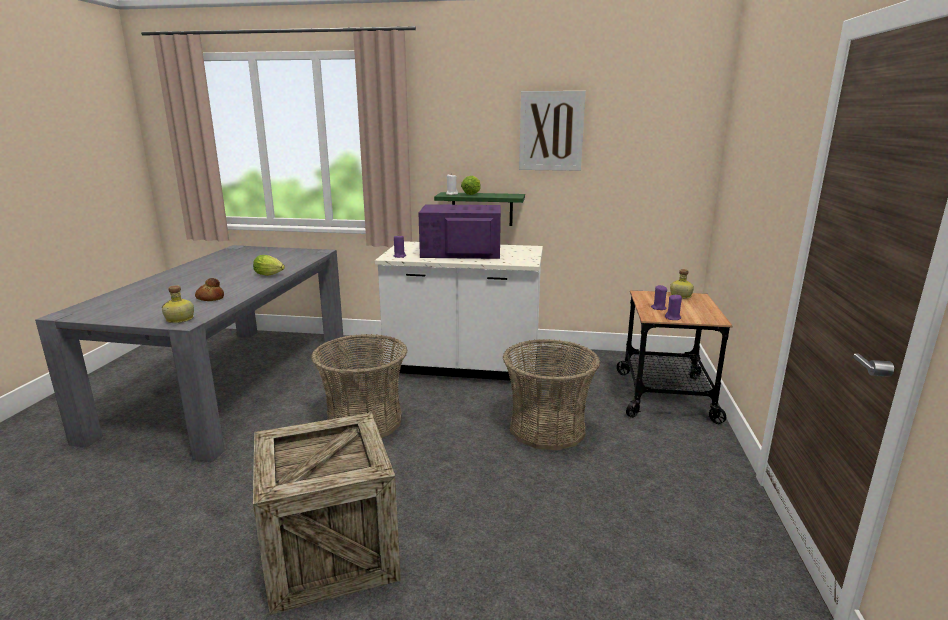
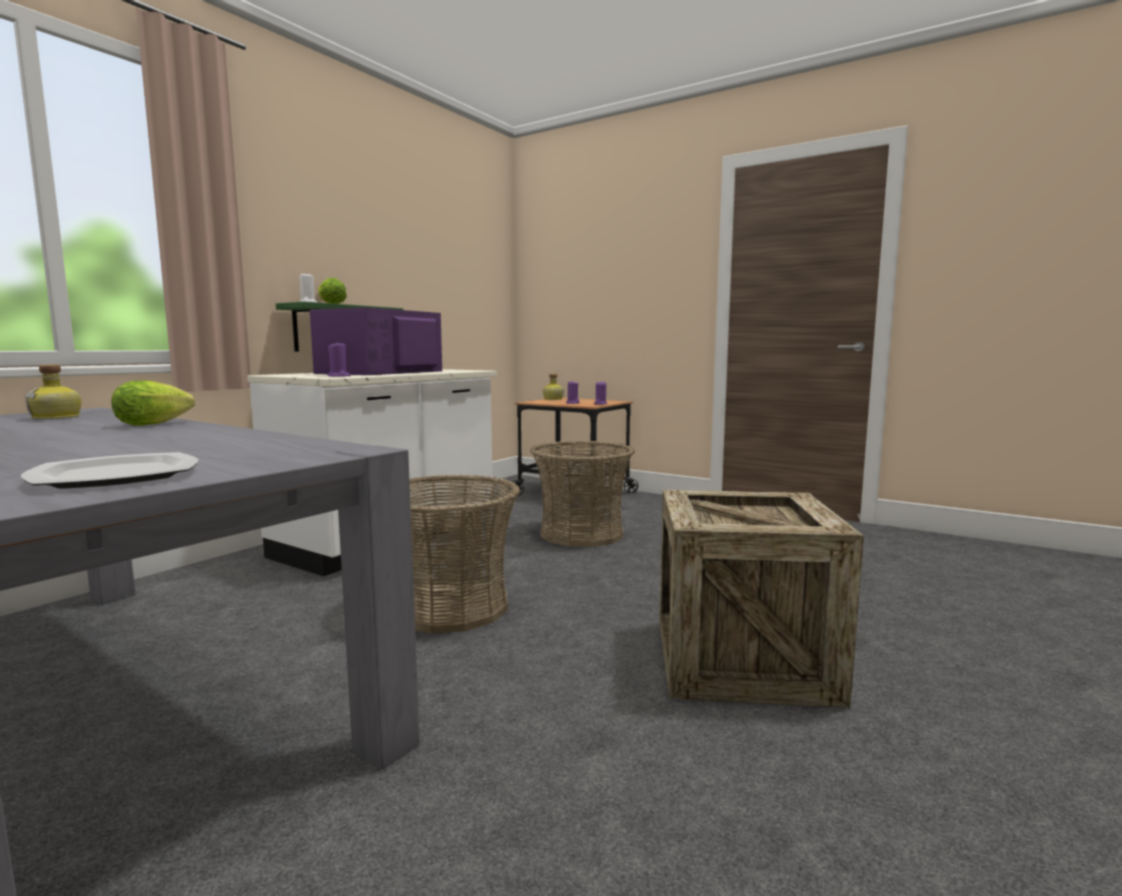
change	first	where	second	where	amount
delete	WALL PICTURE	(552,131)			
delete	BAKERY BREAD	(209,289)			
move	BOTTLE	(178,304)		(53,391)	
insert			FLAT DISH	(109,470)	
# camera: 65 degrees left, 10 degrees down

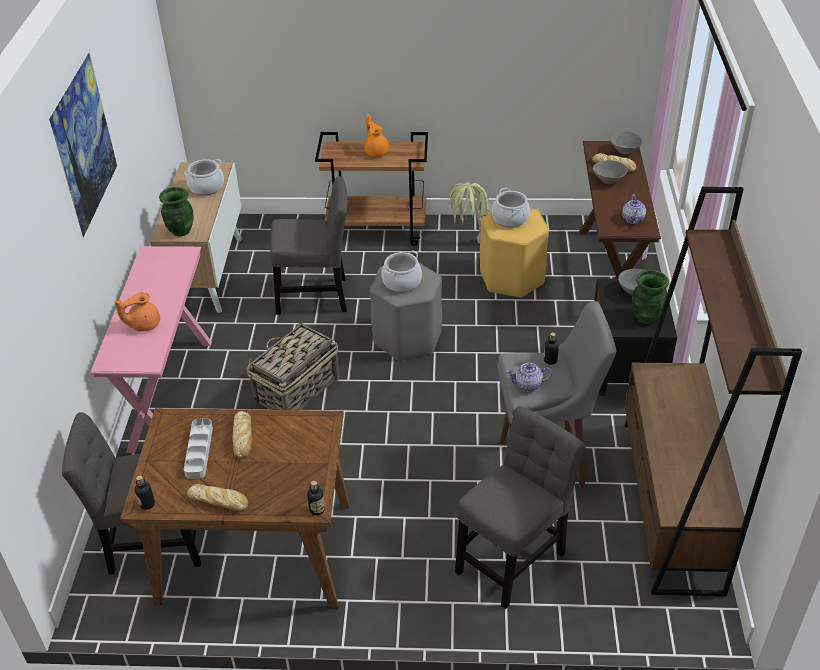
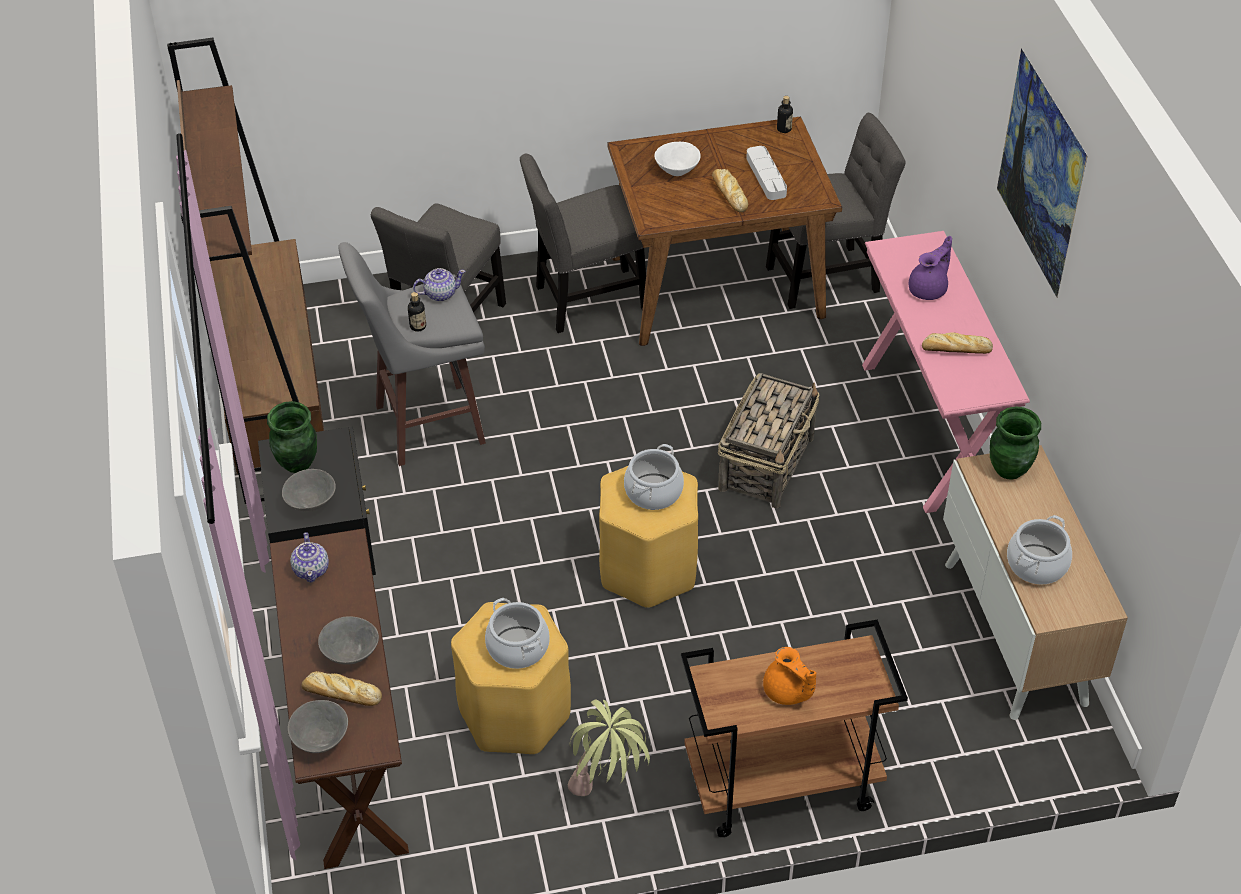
change	first	where	second	where	amount
move	GREY CHAIR	(309,245)		(583,243)	
recolor	GREY STOOL	(406,311)	YELLOWISH STOOL	(648,537)	
recolor	ORANGEY POT FOR TEA	(137,312)	PURPLE POT FOR TEA	(930,268)	
delete	BOTTLE	(316,498)			
move	BAKERY BREAD	(217,497)		(957,343)	
insert			WHITISH DEEP DISH	(678,159)	
# camera: 165 degrees right, 5 degrees up

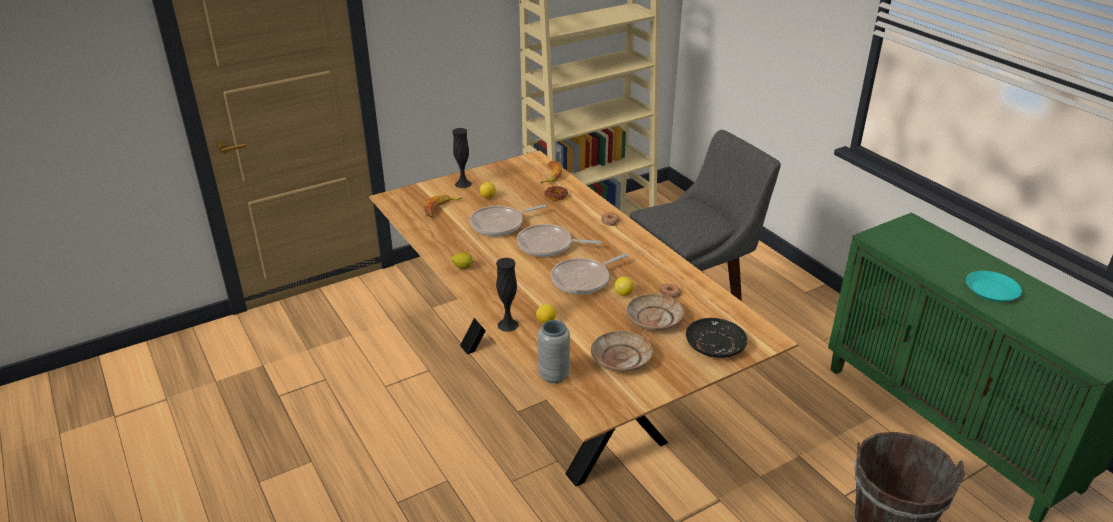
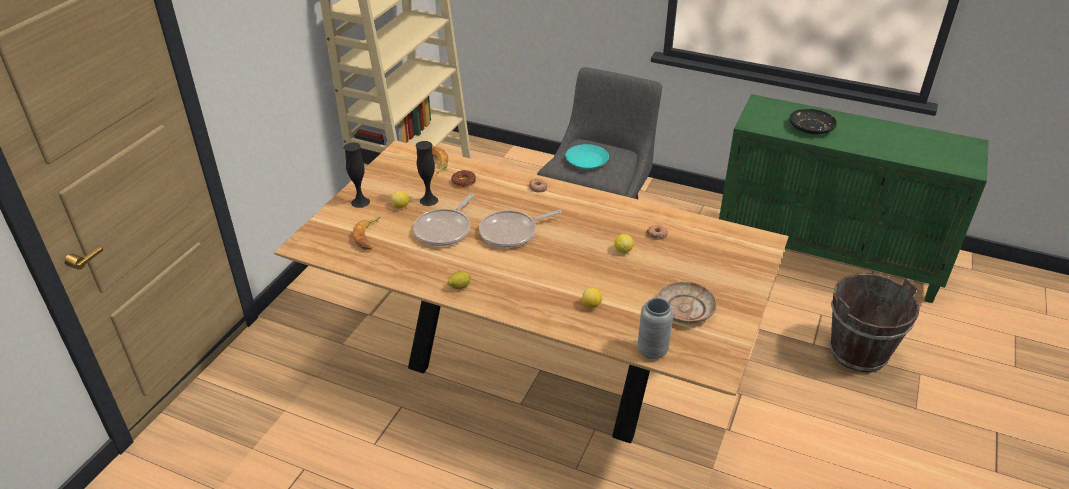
change	first	where	second	where	amount
delete	SKILLET	(589,274)			
move	BLACK VASE	(507,295)		(426,173)	
move	TURQUOISE FLAT DISH	(994,286)		(587,156)	
delete	SAND-COLOURED FLAT DISH	(655,312)			
move	BLACK FLAT DISH	(716,338)		(813,121)	
# camera: 35 degrees left, 5 degrees up

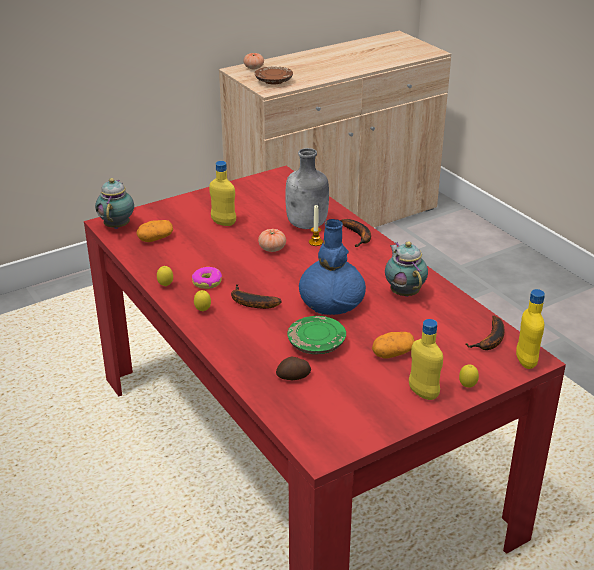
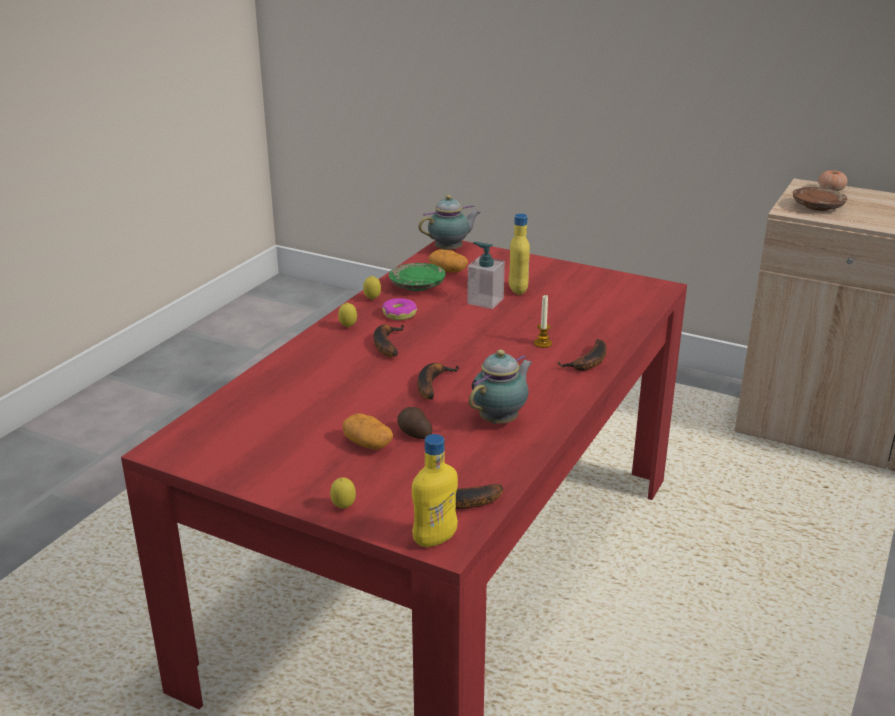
change	first	where	second	where	amount
delete	GREY BOTTLE	(307,188)			
replace	BLUE-COLOURED VASE	(332,267)	BANANA FRUIT	(438,381)	
delete	FRESH TOMATO	(272,240)			
move	GREENISH FLAT DISH	(316,335)		(417,277)	
delete	YELLOWISH BOTTLE	(426,359)			
move	WHOLE POTATO	(293,368)		(414,423)	
insert			SOAP BOTTLE	(486,275)	
# camera: 60 degrees right, 5 degrees down

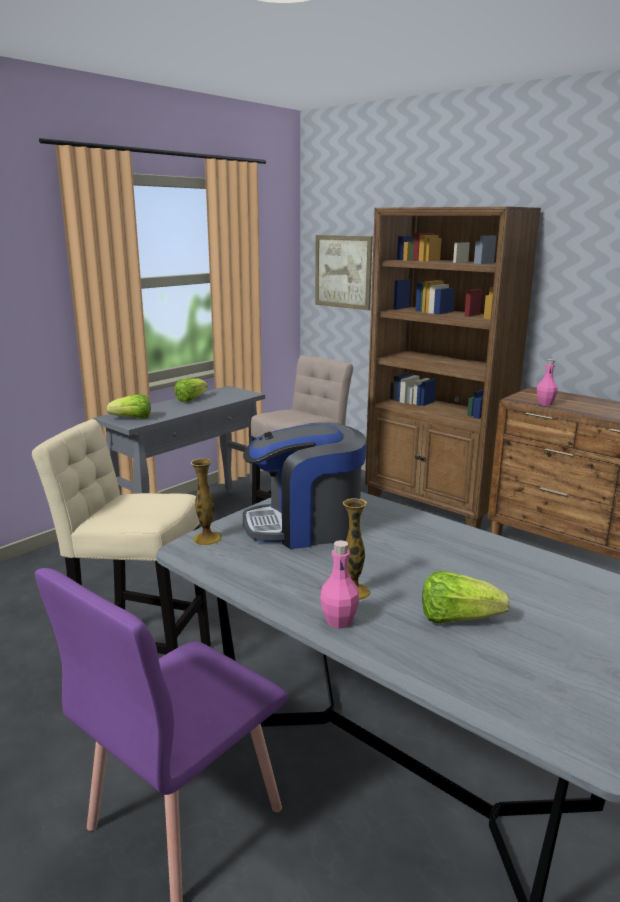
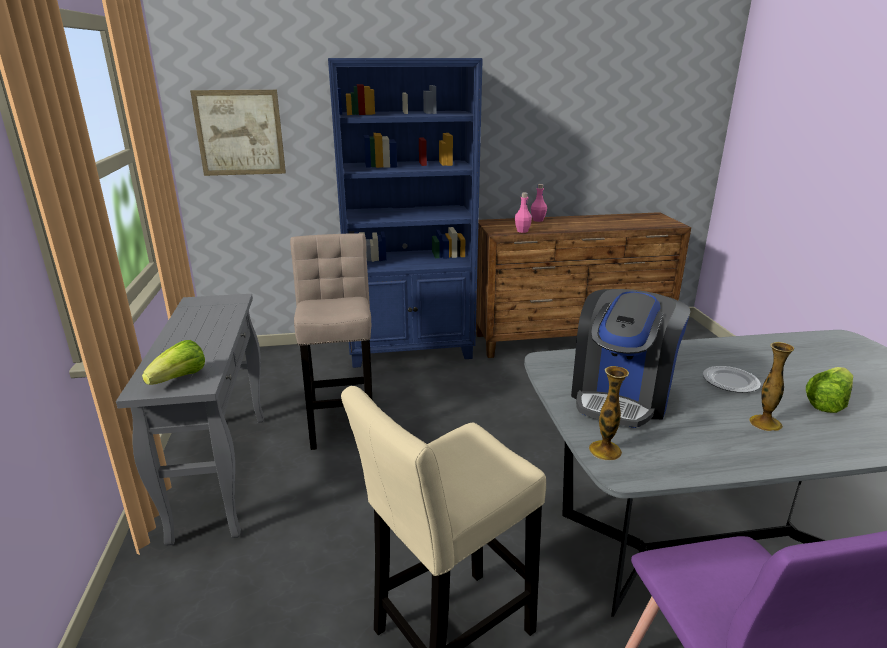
change	first	where	second	where	amount
recolor	BROWN-COLOURED SHELVING UNIT	(453,368)	BLUE-COLOURED SHELVING UNIT	(405,213)	
delete	HEAD OF LETTUCE	(191,390)			
move	PINKISH BOTTLE	(339,584)		(539,203)	
insert			FLAT DISH	(732,379)	
# camera: 50 degrees left, 5 degrees up

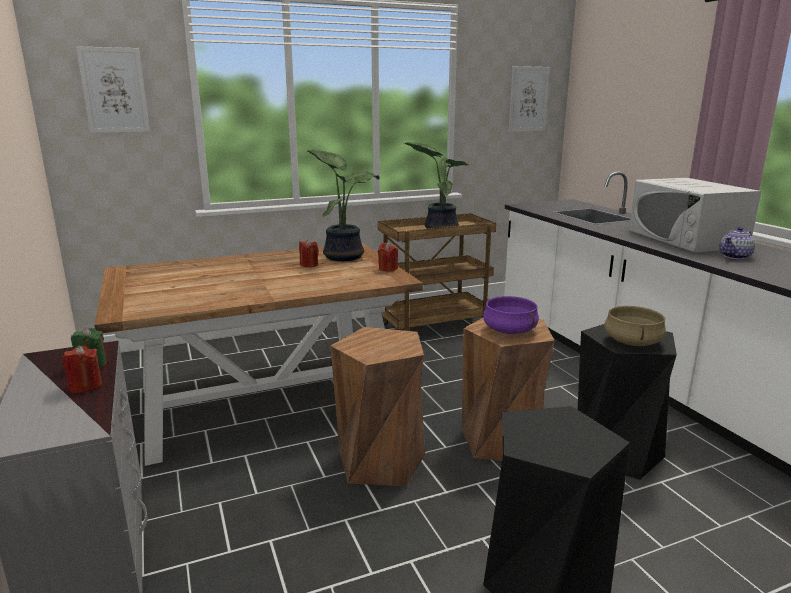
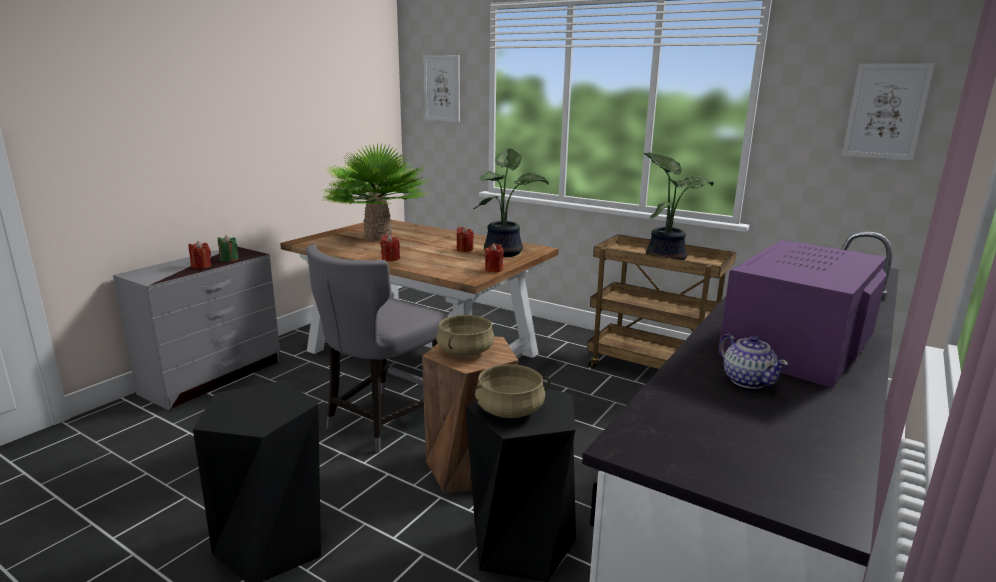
change	first	where	second	where	amount
recolor	WHITISH KITCHEN MICROWAVE	(695,215)	PURPLE KITCHEN MICROWAVE	(802,314)	
rotate	POT FOR TEA	(737,243)		(753,361)	135 degrees counterclockwise
recolor	PURPLE SAUCEPOT	(511,315)	SAND-COLOURED SAUCEPOT	(465,335)	
replace	BROWN-COLOURED STOOL	(378,406)	GREY CHAIR	(377,348)	
insert			HOUSEPLANT	(376,191)	
insert			RED WAX LIGHT	(390,248)	
# camera: 55 degrees right, 0 degrees up

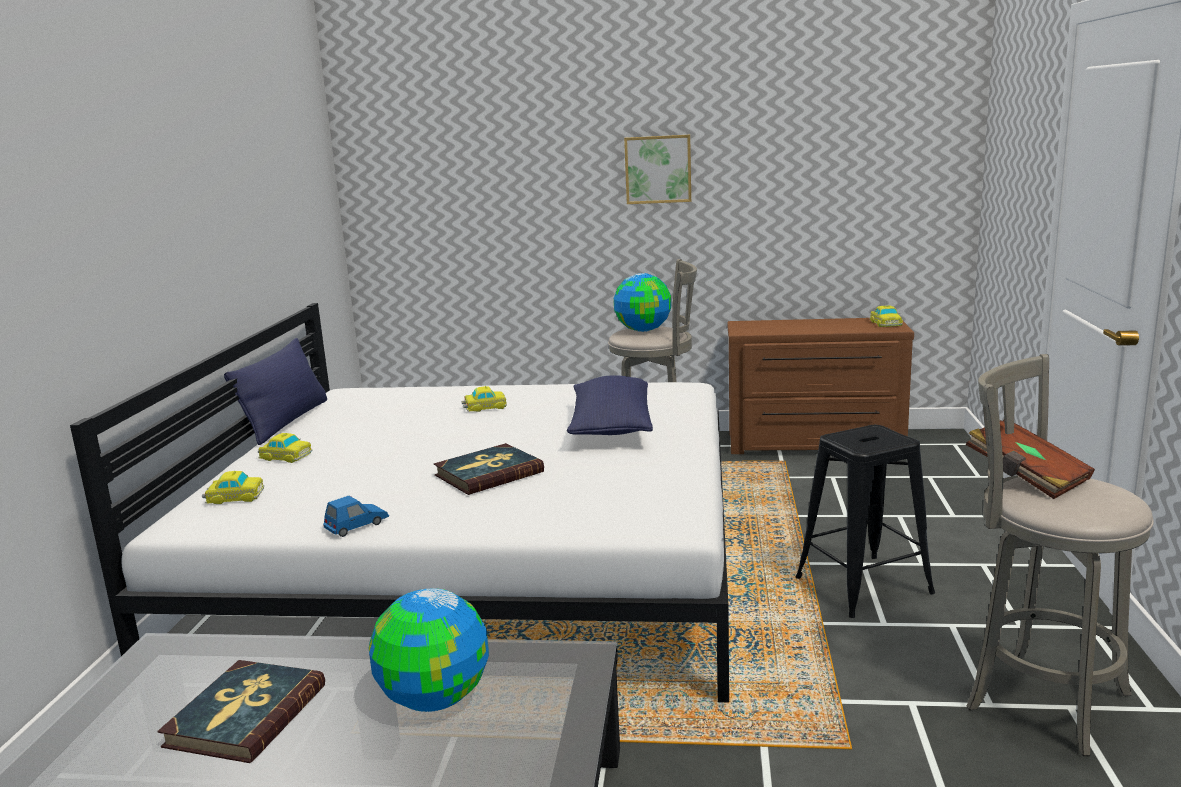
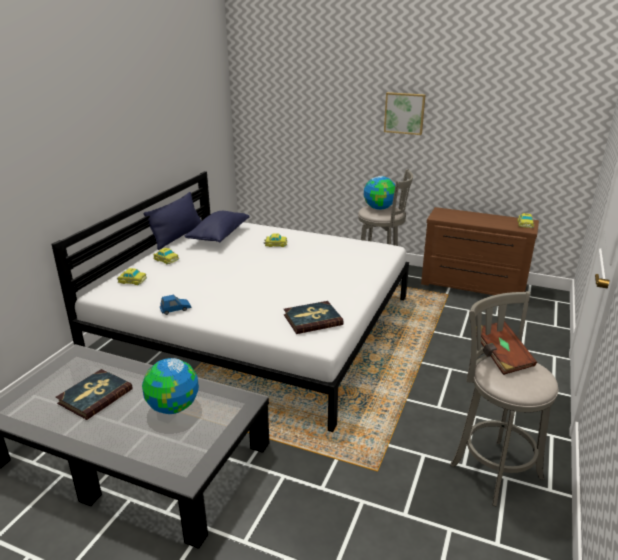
change	first	where	second	where	amount
move	BLUE-COLOURED PILLOW	(610,405)		(217,226)	
delete	BLACK STOOL	(865,521)			
move	BOUND BOOK	(489,469)		(314,317)	
# camera: 15 degrees right, 10 degrees up

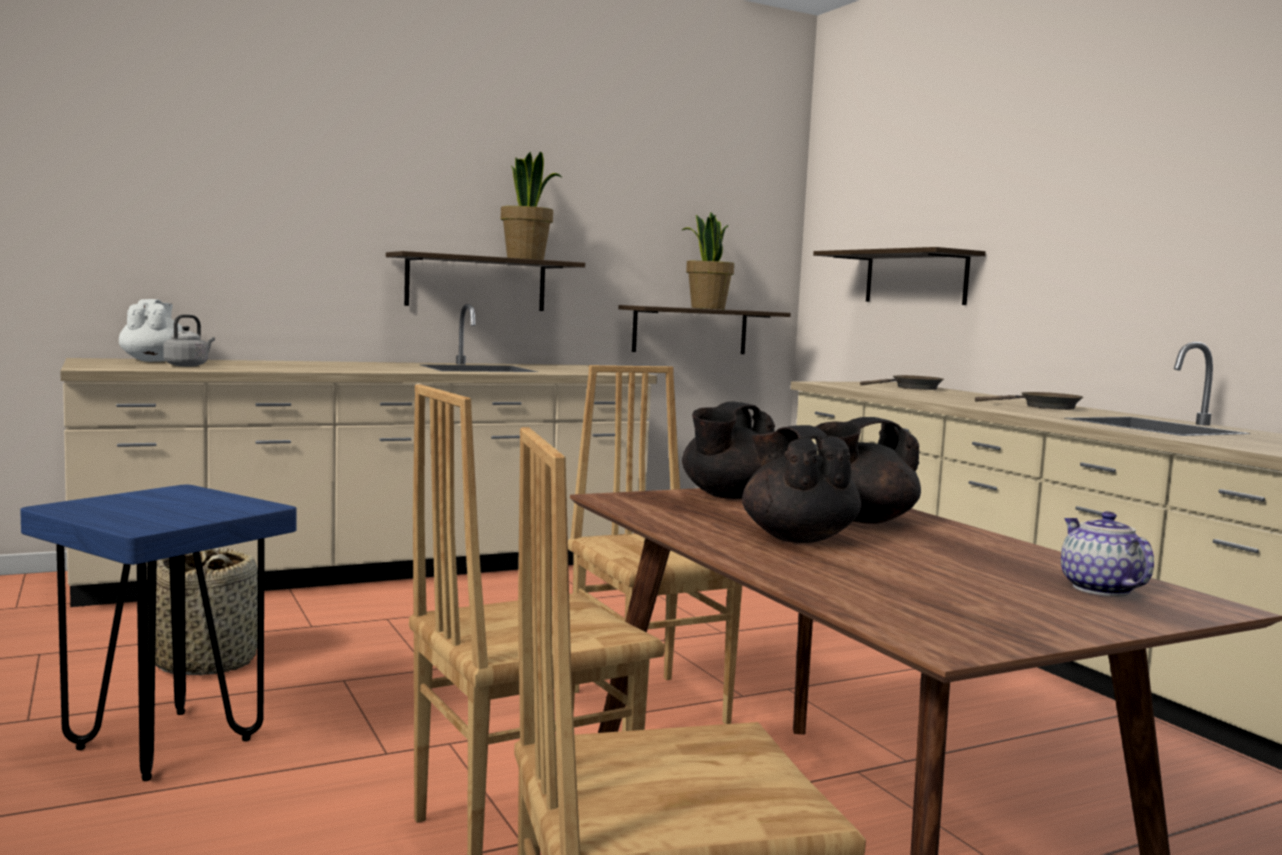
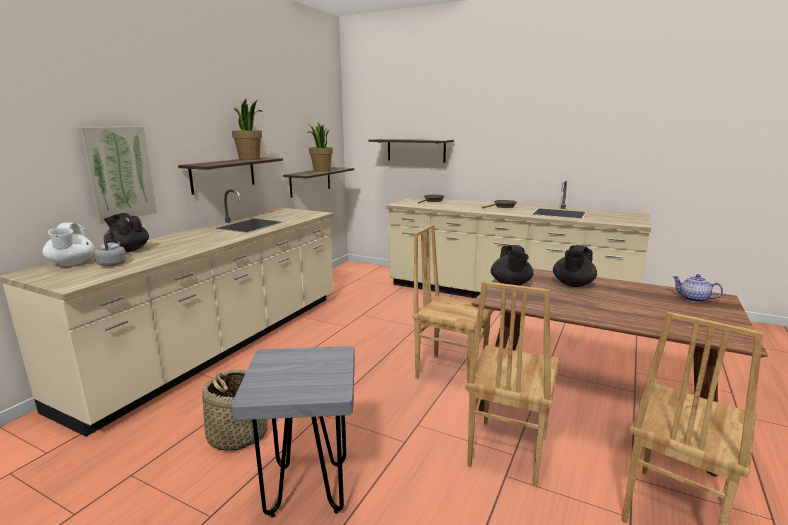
change	first	where	second	where	amount
rotate	WHITISH POT FOR TEA	(151,330)		(69,244)	150 degrees counterclockwise
move	BLACK POT FOR TEA	(801,484)		(126,232)	
recolor	BLUE-COLOURED STOOL	(158,632)	GREY STOOL	(293,431)	
insert			WALL PICTURE	(117,175)	
# camera: 35 degrees left, 10 degrees up

